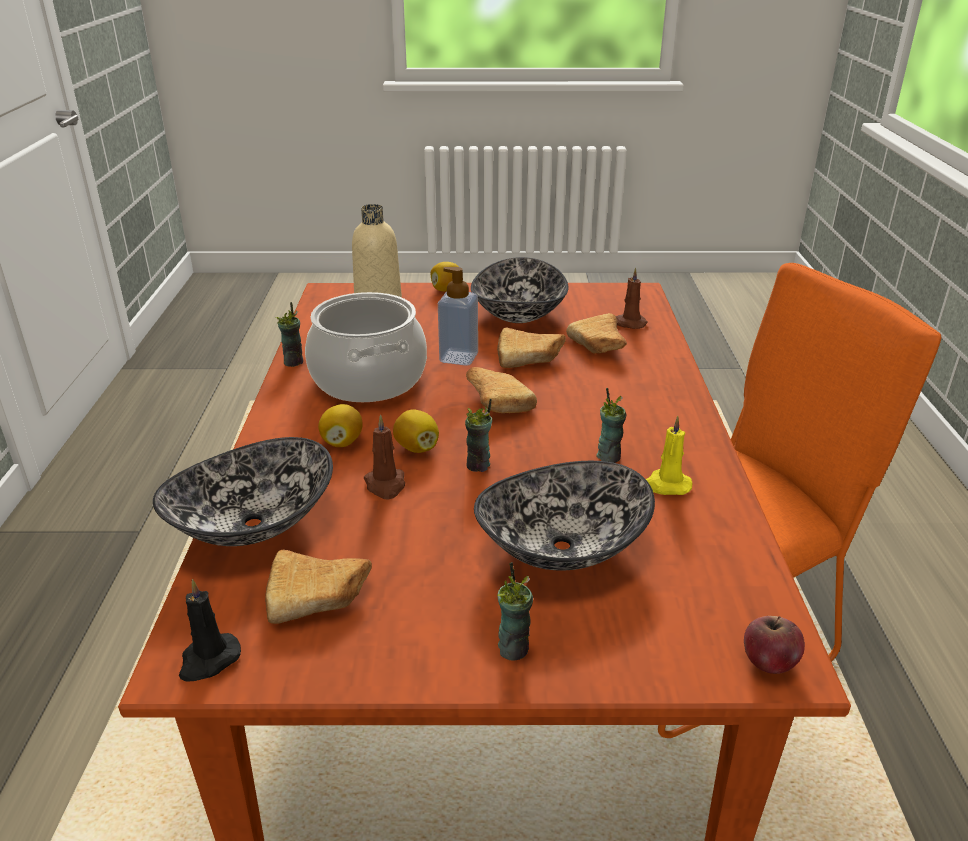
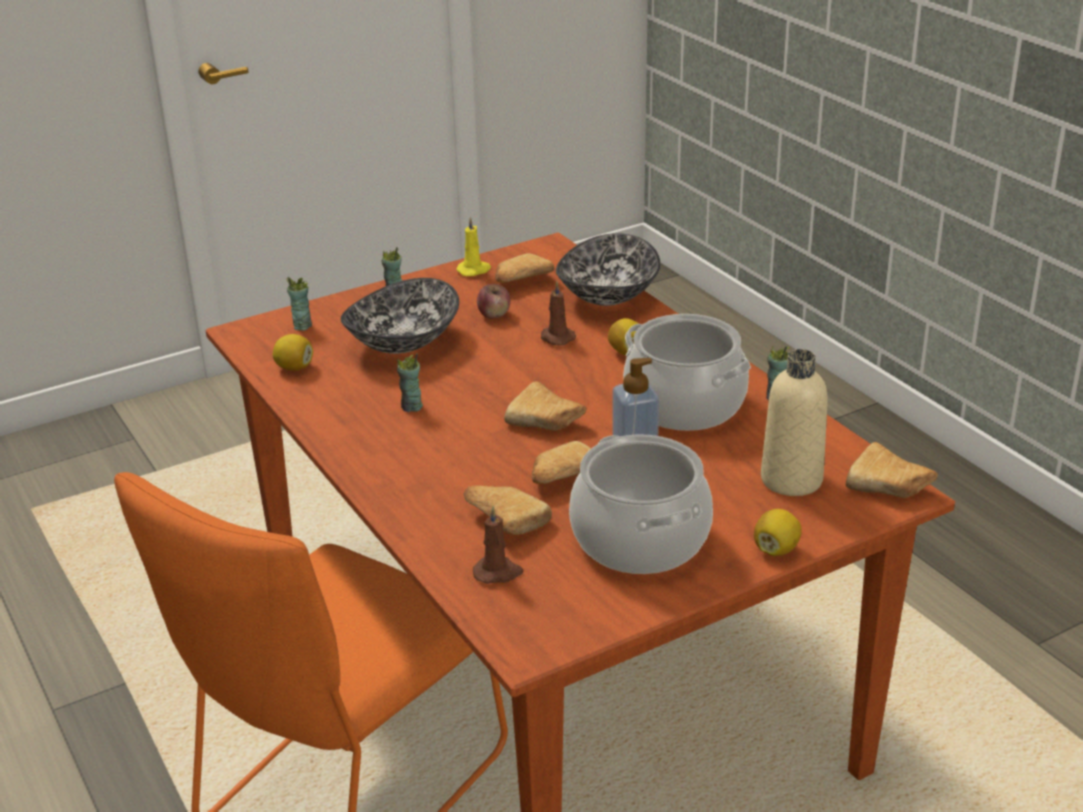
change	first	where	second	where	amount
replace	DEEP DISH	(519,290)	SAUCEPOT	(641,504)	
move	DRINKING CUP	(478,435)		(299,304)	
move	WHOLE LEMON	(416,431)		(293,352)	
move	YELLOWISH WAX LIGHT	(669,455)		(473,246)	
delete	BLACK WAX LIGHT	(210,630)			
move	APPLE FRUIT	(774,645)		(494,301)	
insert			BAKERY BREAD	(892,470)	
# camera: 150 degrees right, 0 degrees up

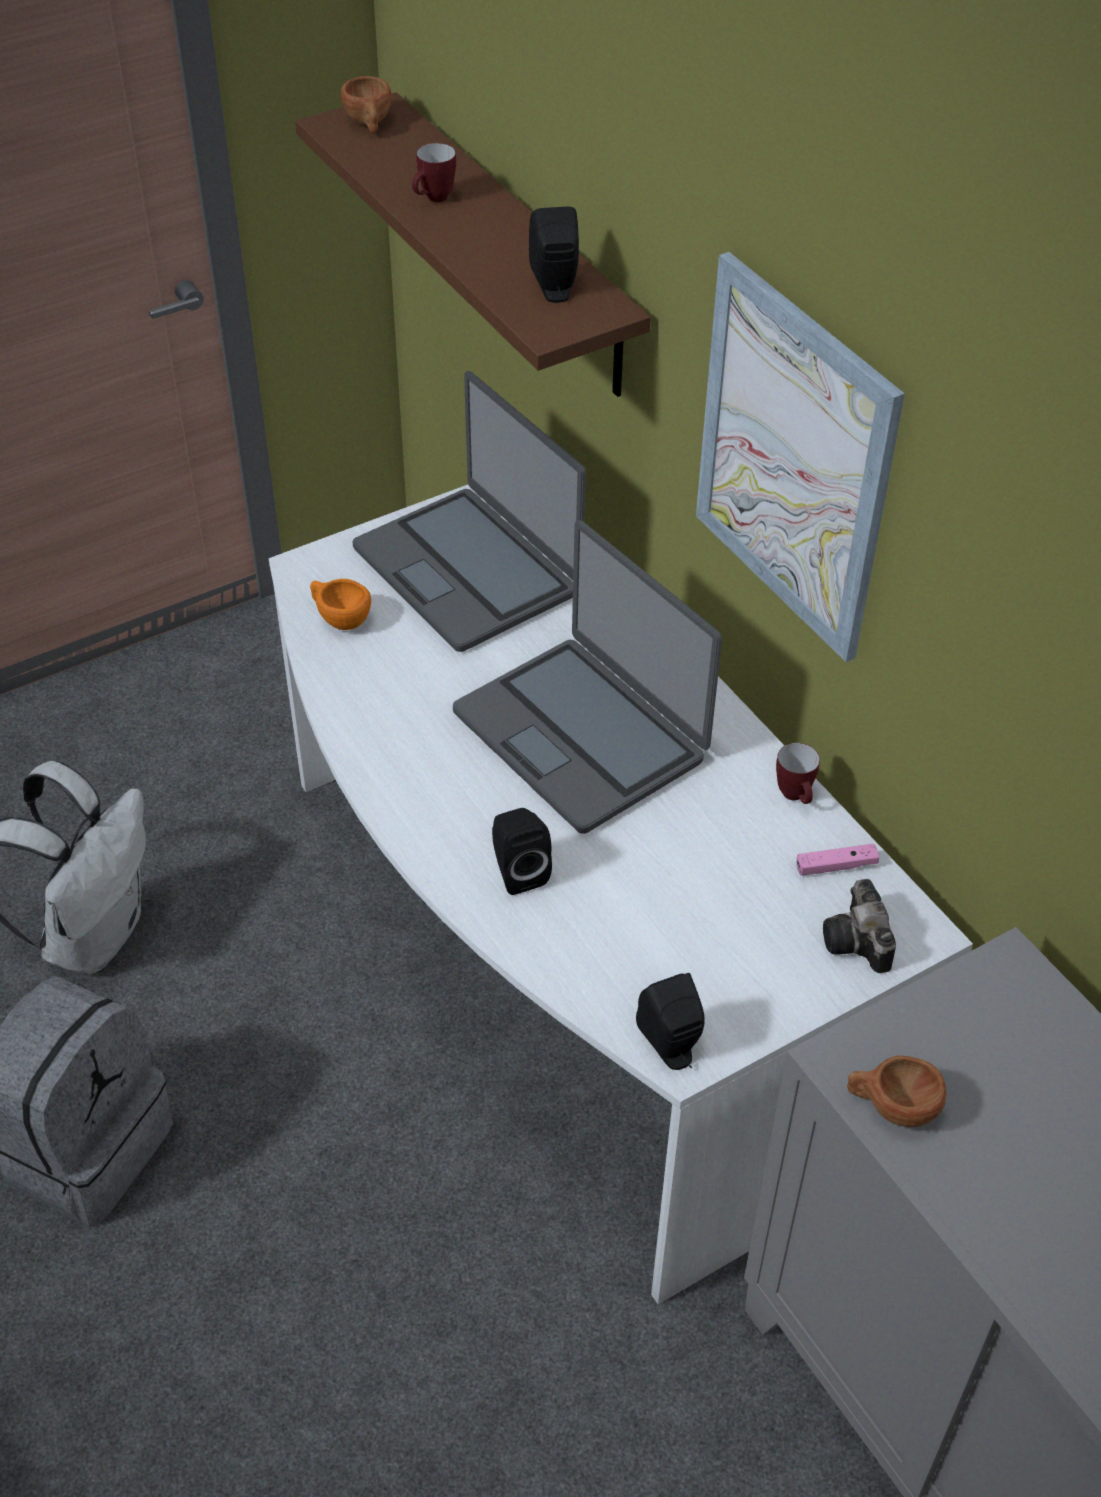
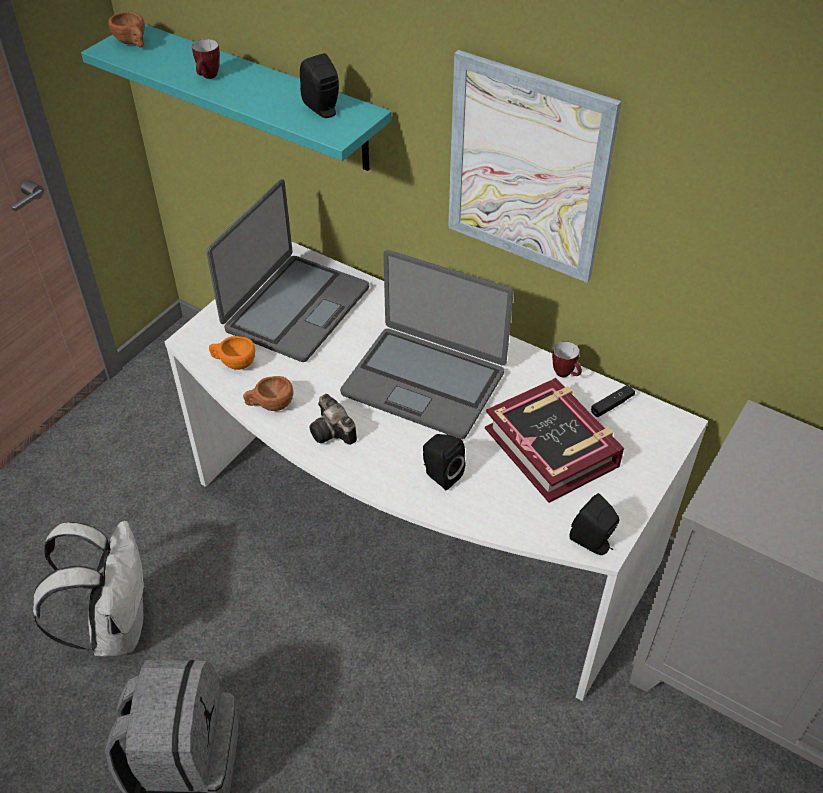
change	first	where	second	where	amount
recolor	BROWN-COLOURED BRACKET SHELF	(473,244)	TURQUOISE BRACKET SHELF	(236,97)	
rotate	NOTEBOOK COMPUTER	(469,511)		(287,270)	90 degrees counterclockwise
recolor	PINKISH GAMEPAD	(838,860)	BLACK GAMEPAD	(613,401)	
move	STILL CAMERA	(859,926)		(333,419)	
move	BROWN-COLOURED DRINKING CUP	(897,1091)		(268,393)	
insert			BOUND BOOK	(554,440)	
# camera: 25 degrees left, 0 degrees up

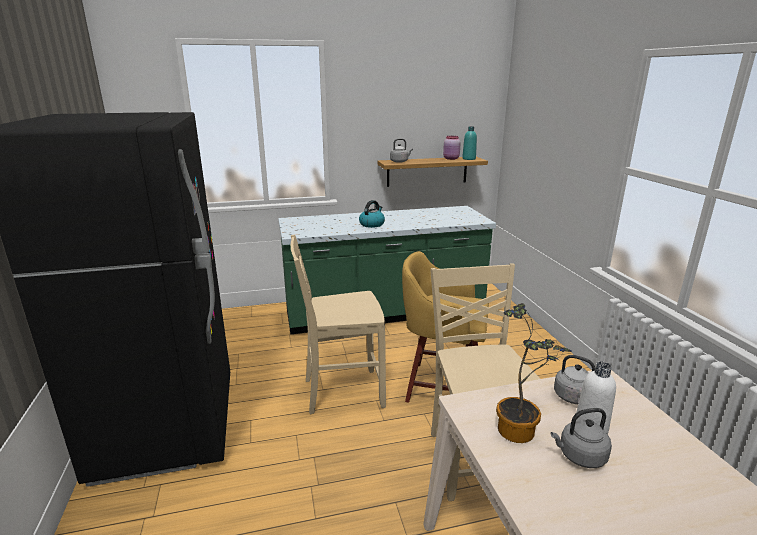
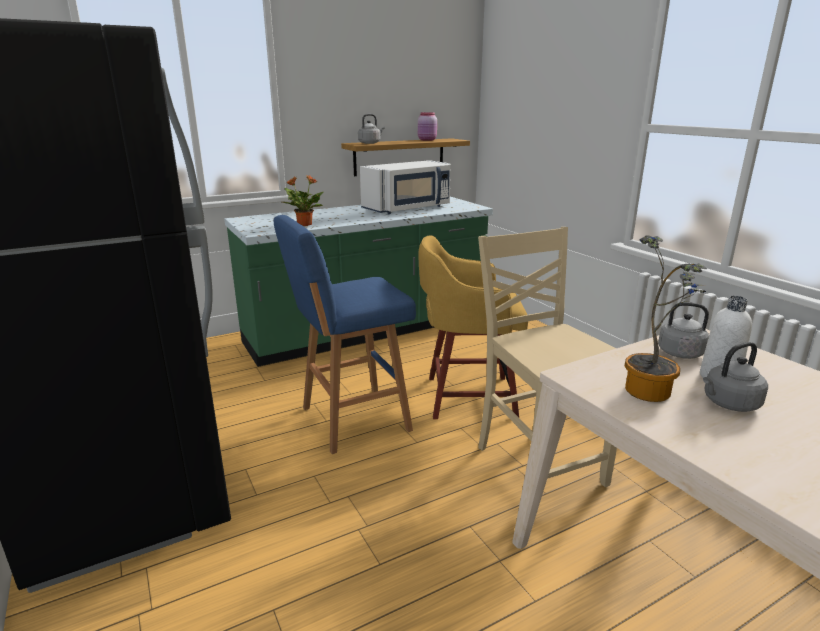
change	first	where	second	where	amount
delete	TURQUOISE BOTTLE	(469,143)			
delete	WATER KETTLE	(372,214)			
replace	SAND-COLOURED CHAIR	(338,324)	BLUE-COLOURED STOOL	(345,334)	
insert			WHITISH KITCHEN MICROWAVE	(405,187)	
insert			HOUSEPLANT	(303,200)	
# camera: 15 degrees left, 0 degrees up

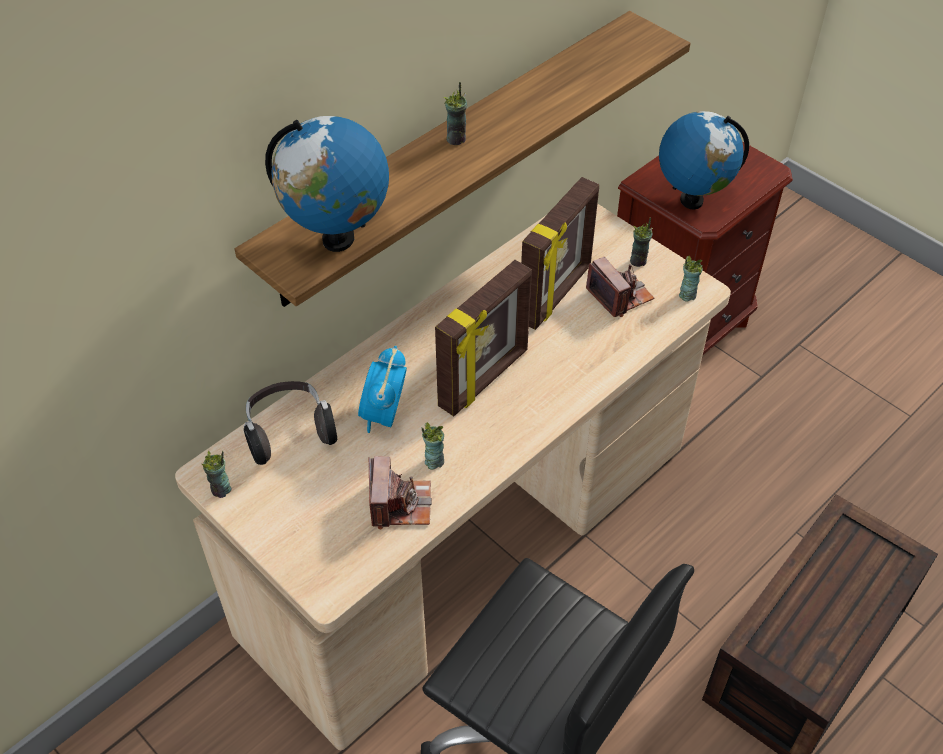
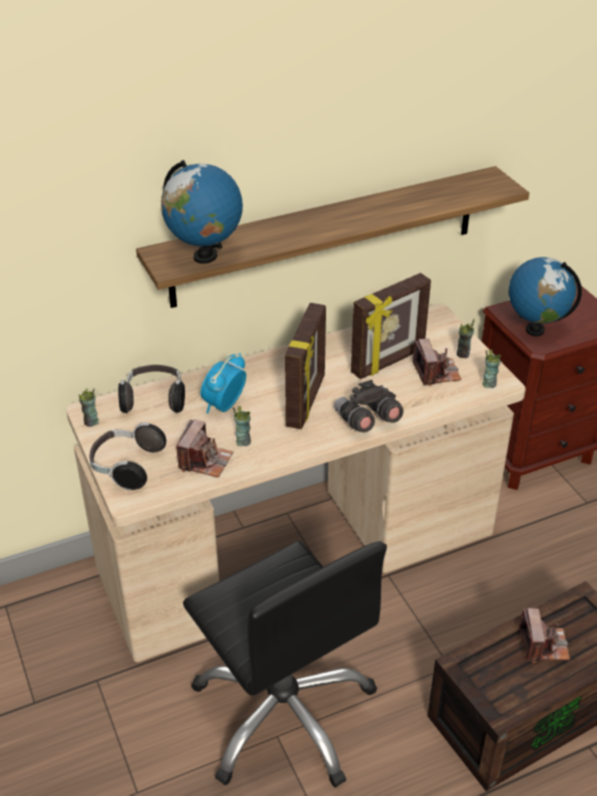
change	first	where	second	where	amount
delete	DRINKING CUP	(455,113)			
rotate	PHOTO FRAME	(483,338)		(305,366)	45 degrees counterclockwise
insert			GREY BINOCULARS	(368,406)	
insert			HEADPHONES	(128,456)	
insert			STILL CAMERA	(544,635)	
# camera: 20 degrees right, 10 degrees down

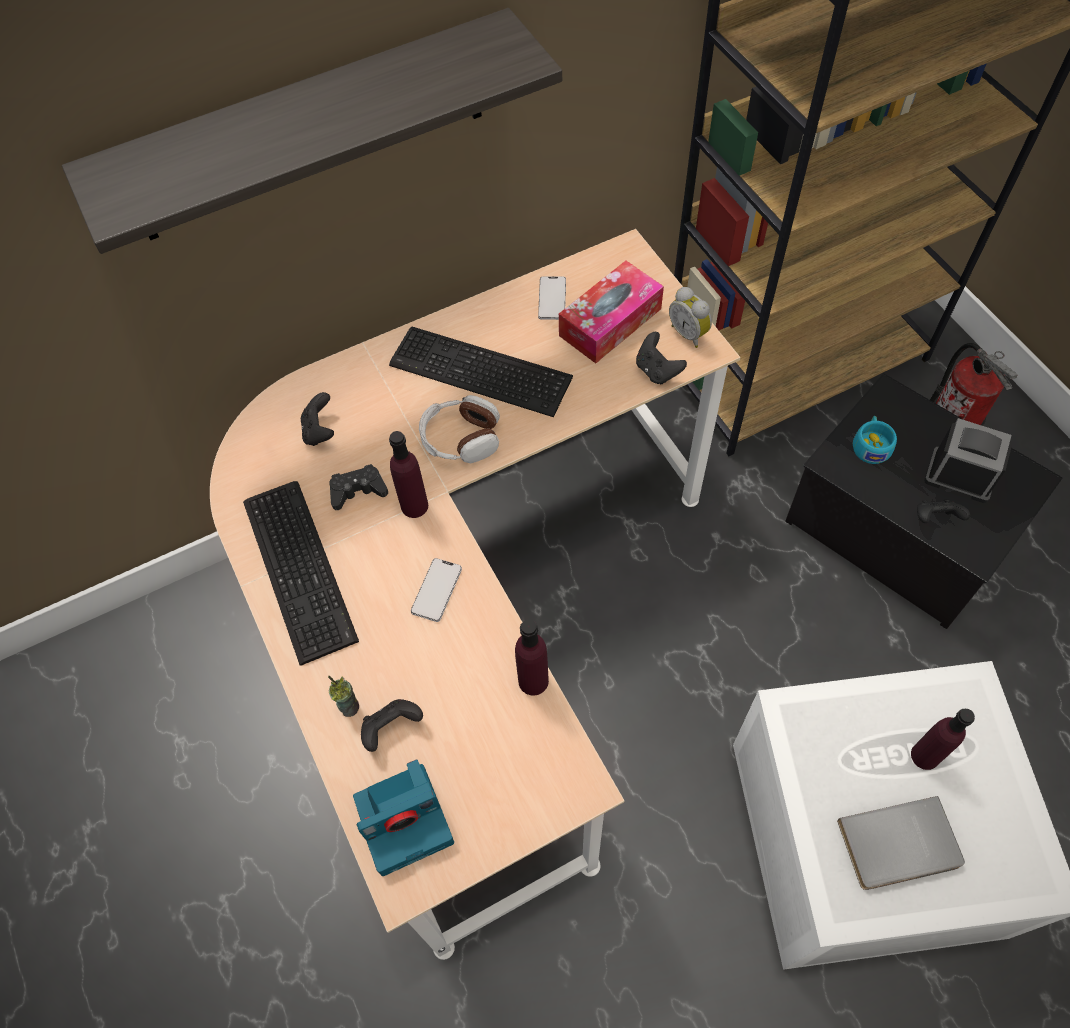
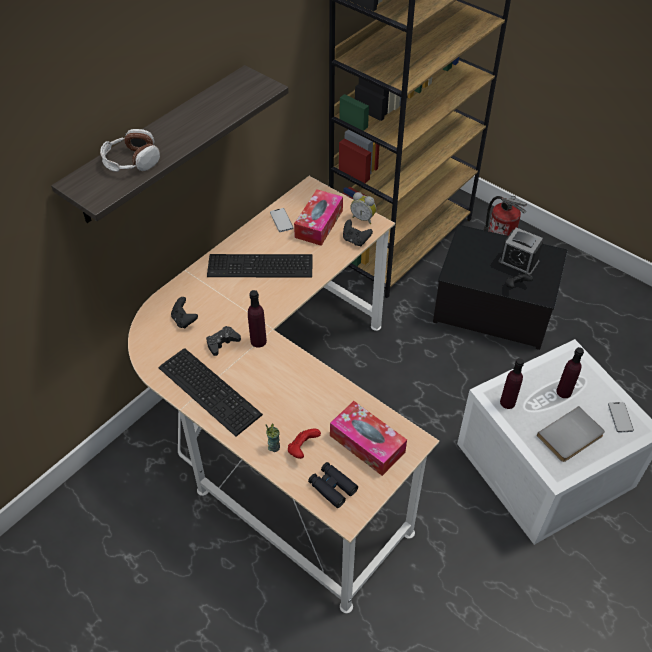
change	first	where	second	where	amount
move	HEADPHONES	(459,429)		(130,150)	
delete	TURQUOISE DRINKING CUP	(875,440)			
rotate	ALARM CLOCK	(968,460)		(520,251)	150 degrees counterclockwise
move	TELEPHONE	(436,590)		(621,417)	
move	PURPLE BOTTLE	(532,657)		(512,383)	
recolor	BLACK GAMEPAD	(392,725)	RED GAMEPAD	(304,443)	
replace	STILL CAMERA	(403,817)	BLACK BINOCULARS	(333,485)	
insert			BOX OF TISSUES	(368,438)	
# camera: 25 degrees left, 10 degrees down

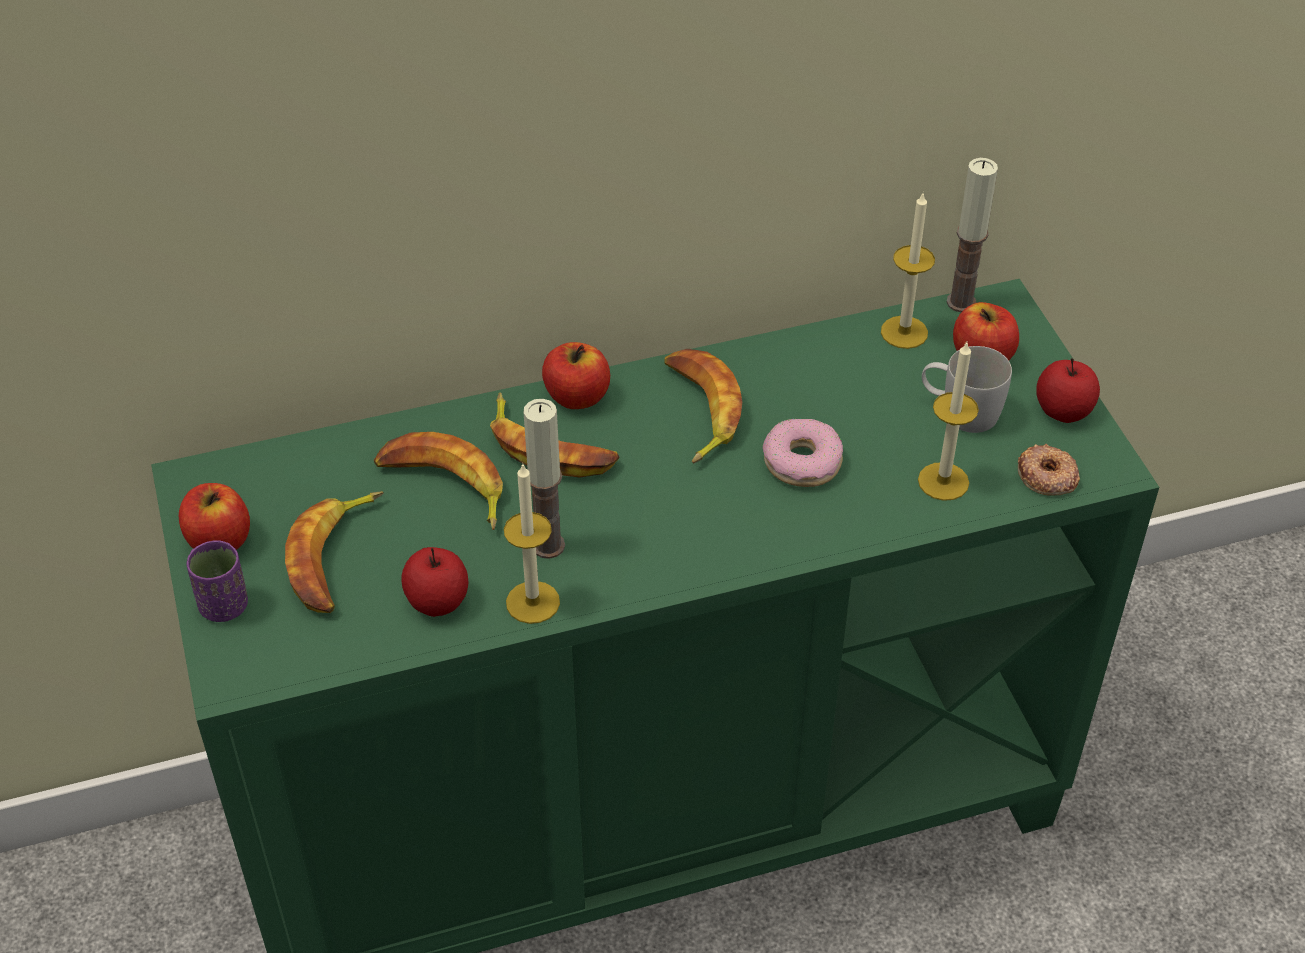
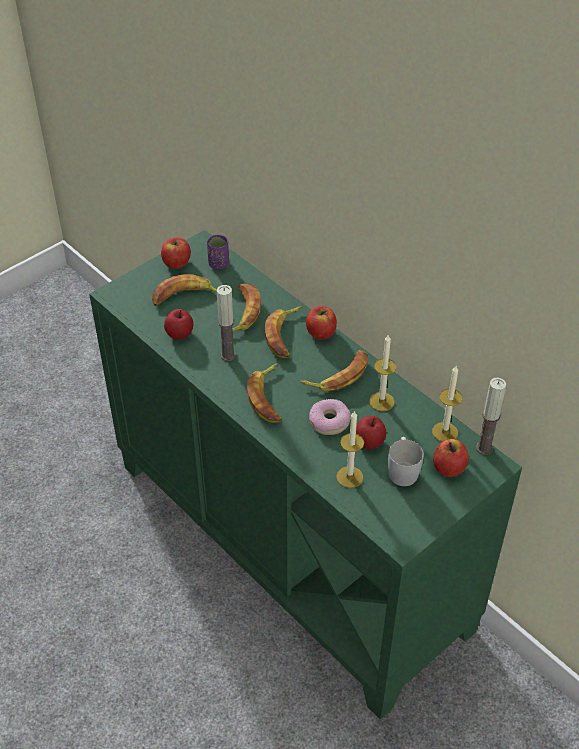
change	first	where	second	where	amount
move	APPLE FRUIT	(1068,390)		(371,432)	
delete	RING DOUGHNUT	(1049,470)			
move	WAX LIGHT	(532,544)		(383,373)	
move	PURPLE DRINKING CUP	(217,581)		(218,251)	
insert			BANANA FRUIT	(264,393)	
# camera: 65 degrees right, 0 degrees up

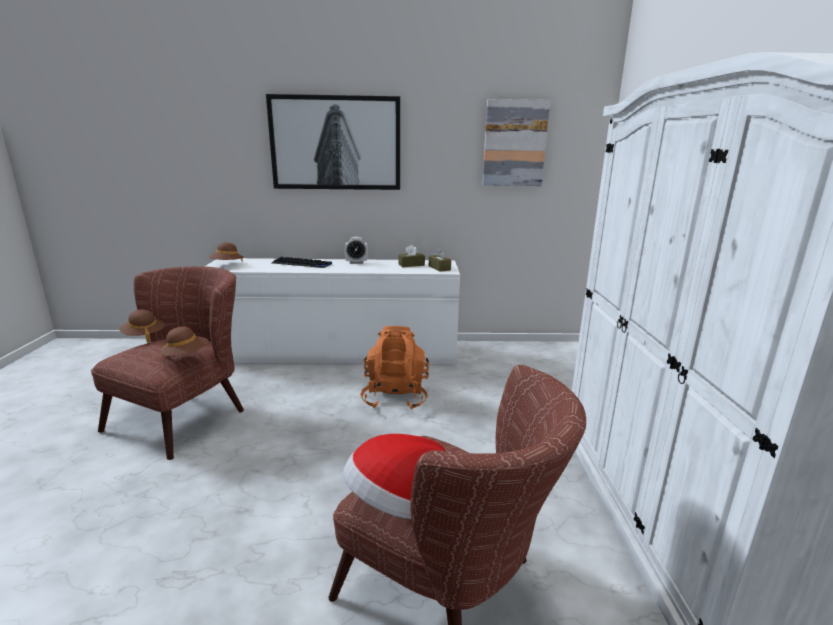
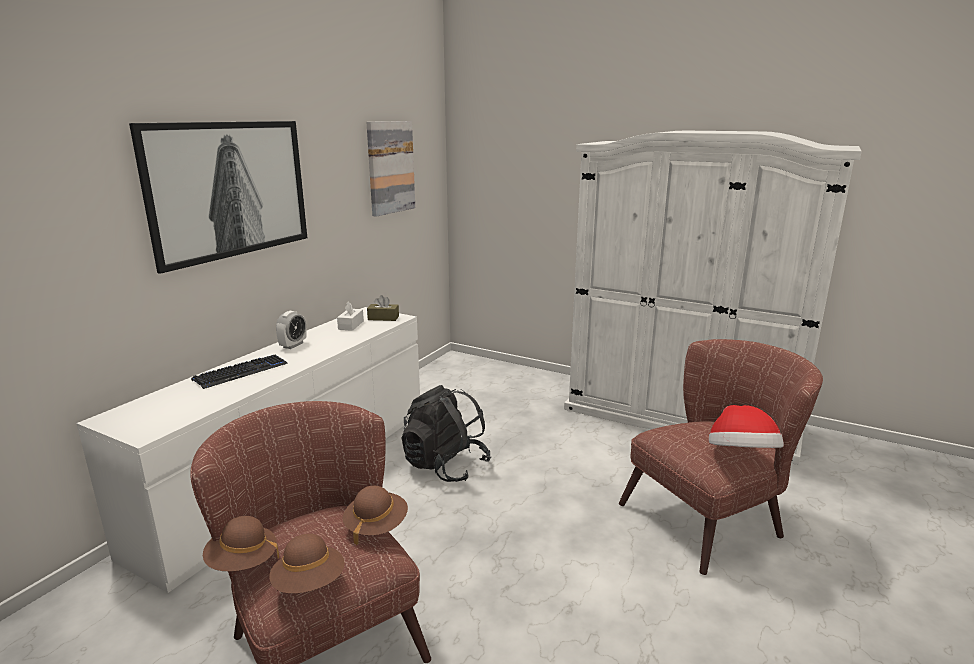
change	first	where	second	where	amount
move	BROWN-COLOURED CLOTHING HAT	(226,252)		(307,564)	
recolor	BROWN-COLOURED BOX OF TISSUES	(411,256)	WHITISH BOX OF TISSUES	(350,316)	
recolor	ORANGEY KNAPSACK	(395,368)	BLACK KNAPSACK	(446,433)	
# camera: 60 degrees left, 0 degrees up

